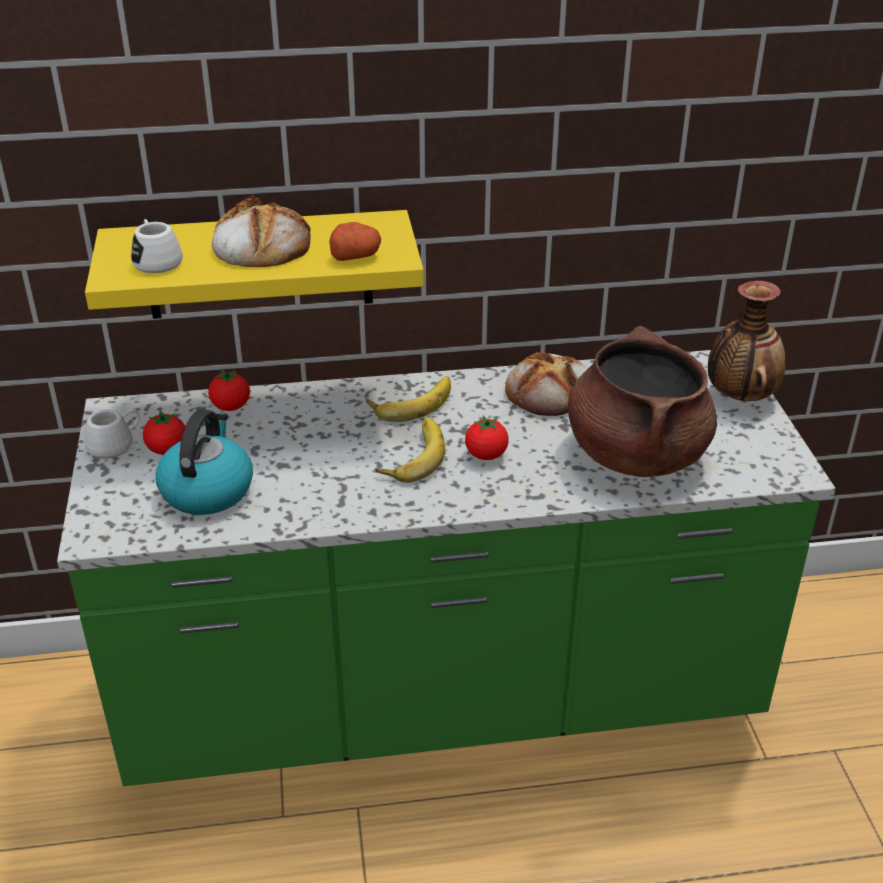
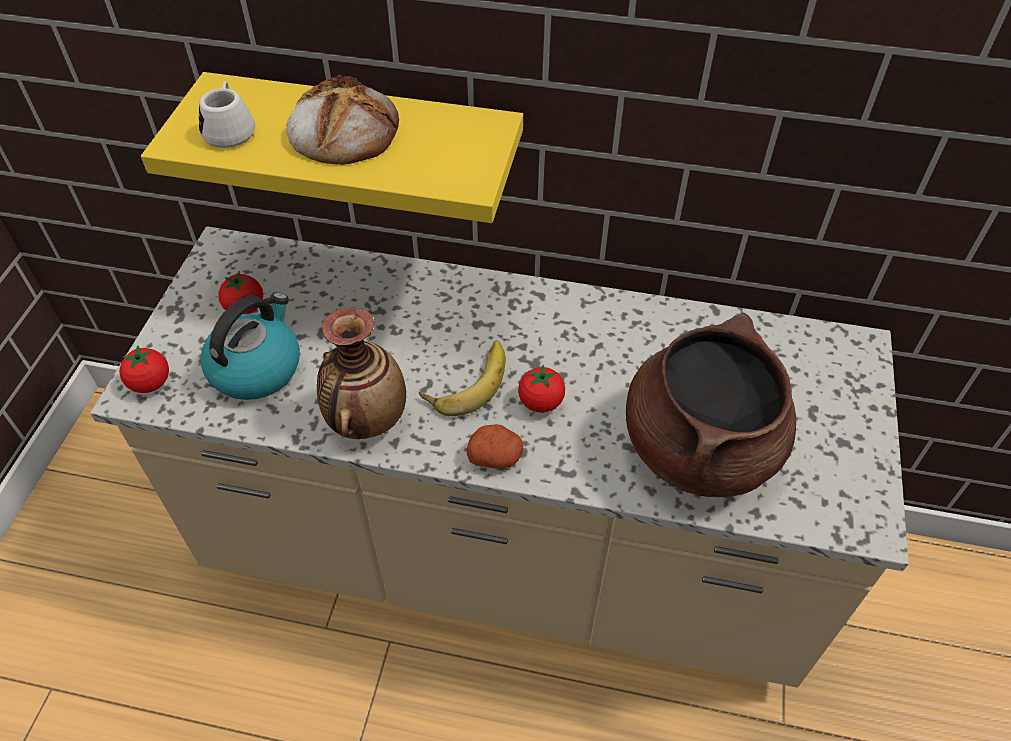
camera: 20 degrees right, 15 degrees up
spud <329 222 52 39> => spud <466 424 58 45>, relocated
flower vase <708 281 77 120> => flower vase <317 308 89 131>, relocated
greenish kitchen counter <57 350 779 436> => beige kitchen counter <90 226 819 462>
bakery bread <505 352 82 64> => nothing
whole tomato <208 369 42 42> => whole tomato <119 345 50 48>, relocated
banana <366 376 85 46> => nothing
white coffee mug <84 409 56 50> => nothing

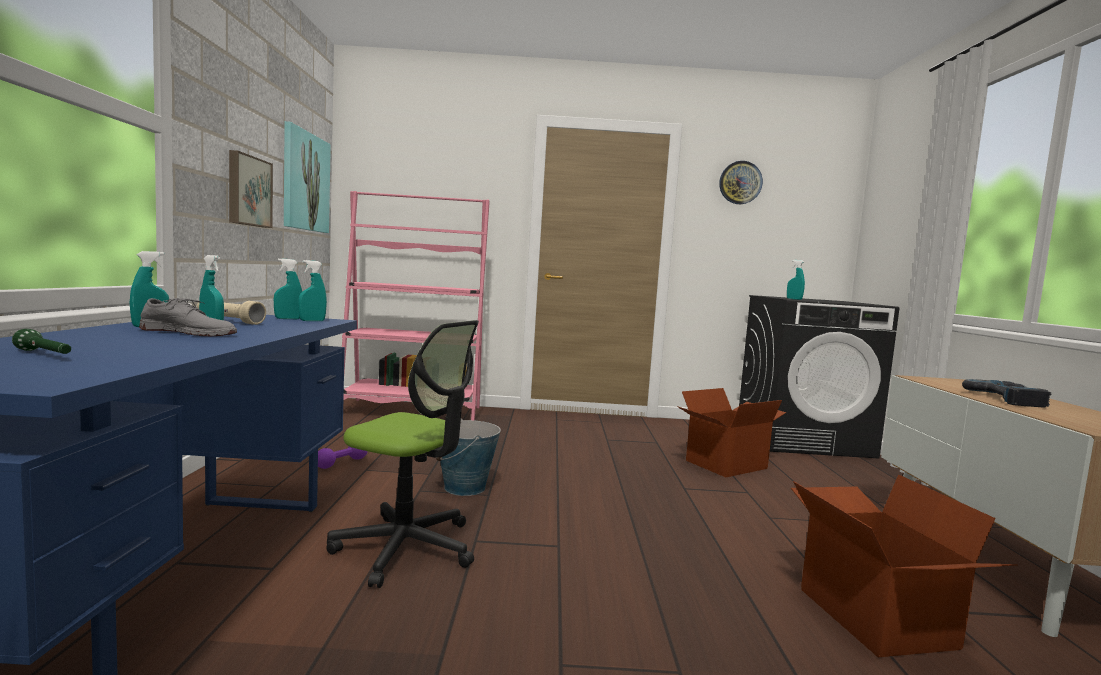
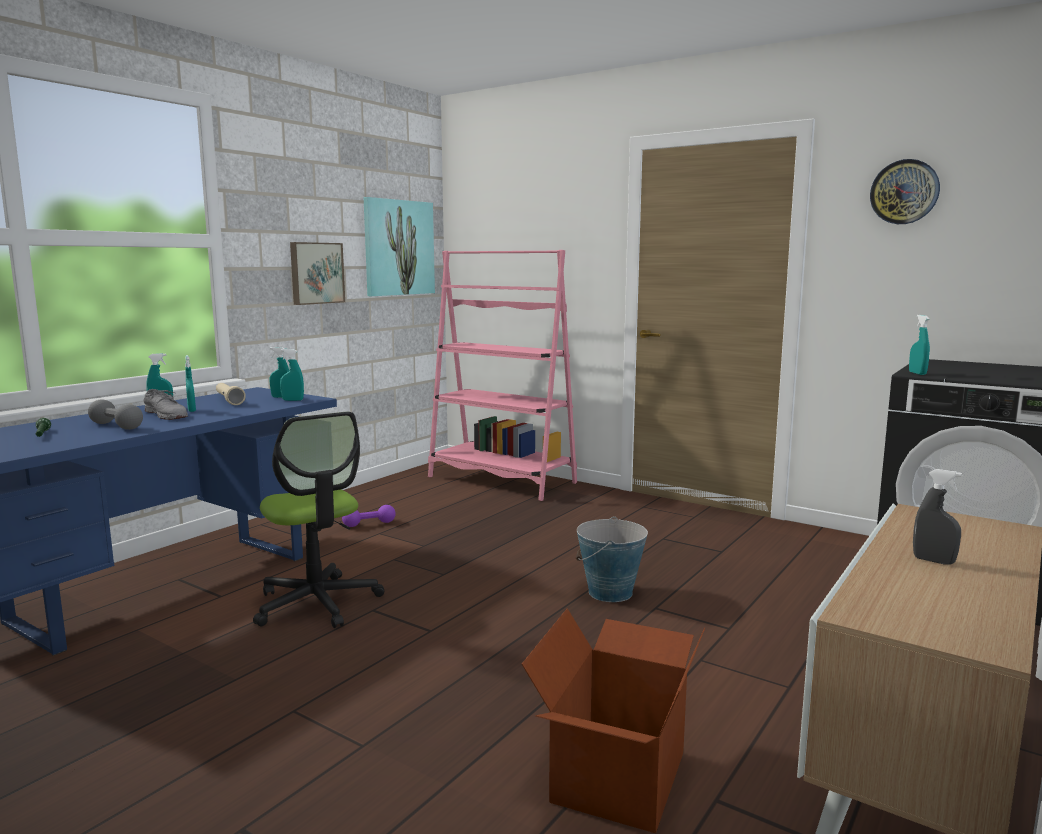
camera: 35 degrees right, 5 degrees up
power drill <962 379 90 29> => greyish sprayer <913 469 49 96>
cardboard box <677 388 109 89> => nothing
pail <435 419 66 77> => pail <576 516 72 86>, relocated
nothing => greyish dumbbell <88 400 55 30>

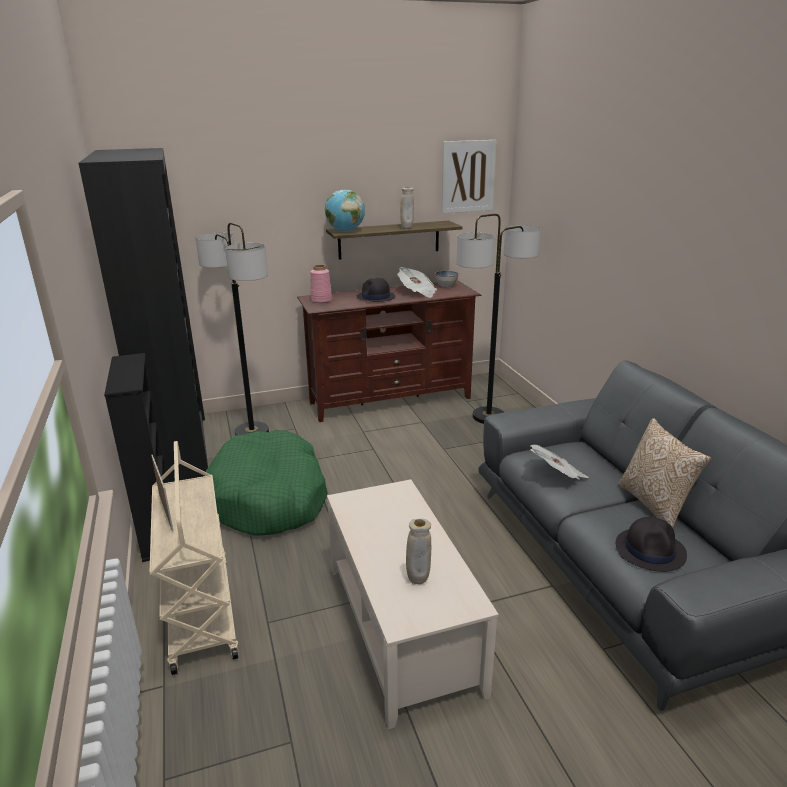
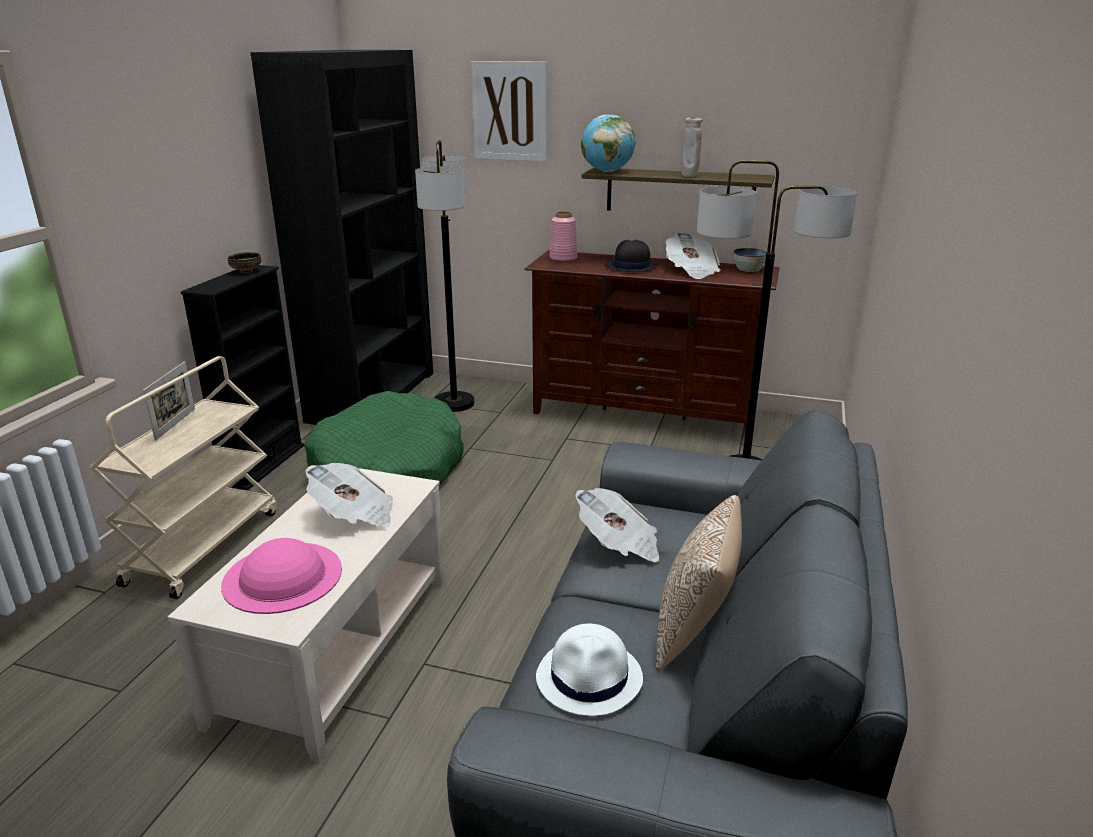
camera: 35 degrees right, 0 degrees up
picture <441 140 56 74> => picture <471 61 76 101>, relocated
black-coloured hat <616 517 71 55> => white hat <536 623 107 93>
beige flower vase <406 519 25 65> => pink-coloured hat <221 538 121 76>
nothing => serving bowl <227 252 34 21>
nothing => daily paper <306 463 87 65>

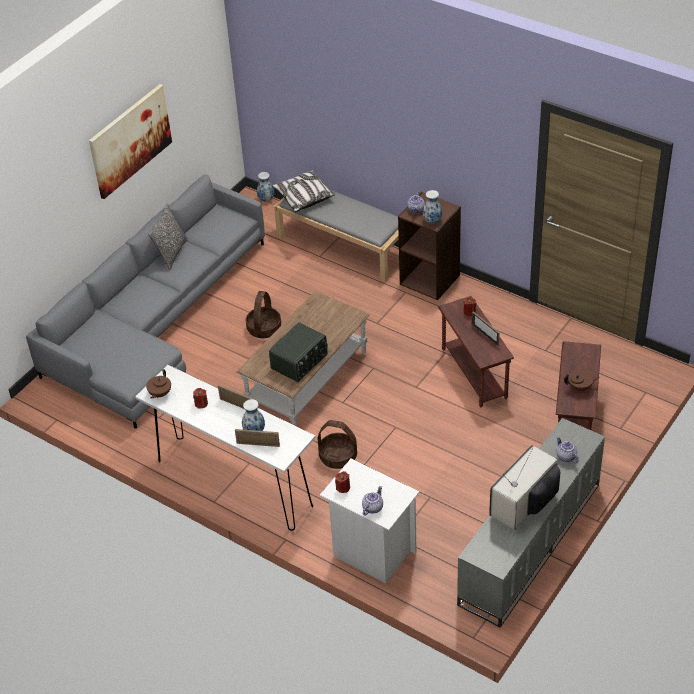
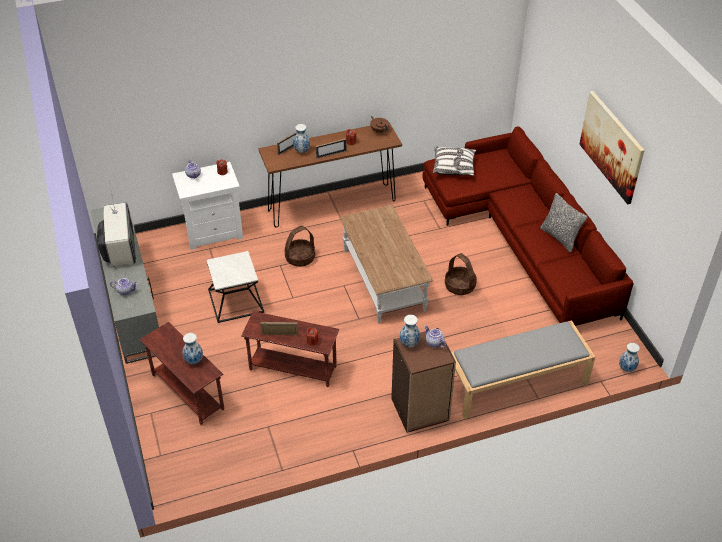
camera: 125 degrees right, 0 degrees up
throw pillow <272 170 64 42> => throw pillow <433 147 43 29>, relocated
greyish settee <26 175 239 254> => red settee <422 127 211 199>
radio set <269 322 59 60> => nothing
white narrow table <135 365 181 166> => brown-coloured narrow table <258 122 144 106>
brown-coloured pot for tea <564 370 36 22> => nothing
nothing => side table <207 251 57 72>
nothing => flower vase <182 333 21 31>

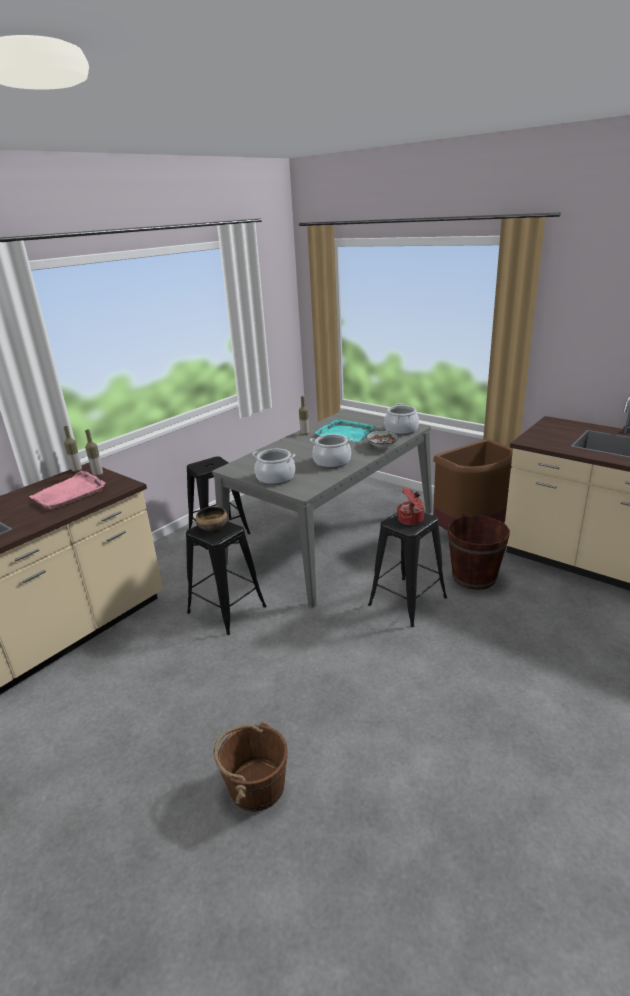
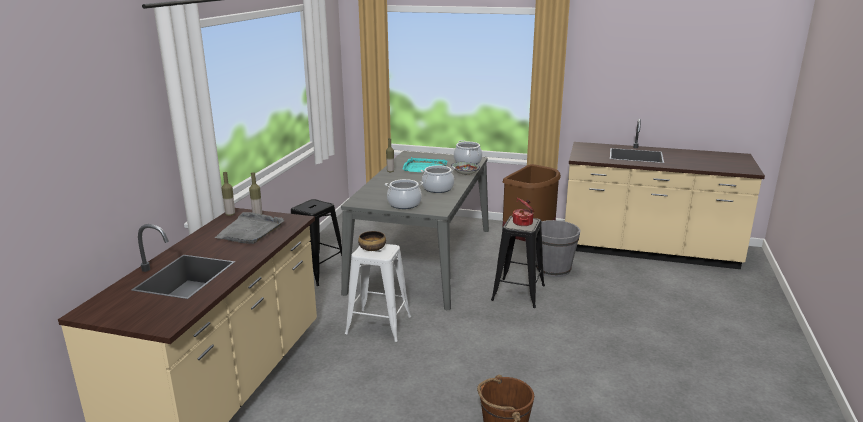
camera: 25 degrees left, 5 degrees down
pink-coloured serving tray <29 471 77 39> => greyish serving tray <214 212 70 32>
brown-coloured pail <447 514 63 76> => greyish pail <536 220 44 57>
black-coloured stool <186 521 81 114> => white stool <345 244 66 98>

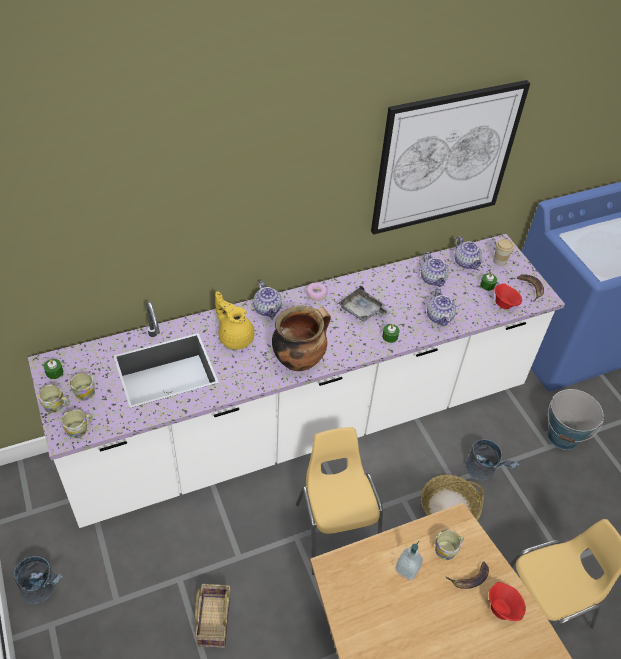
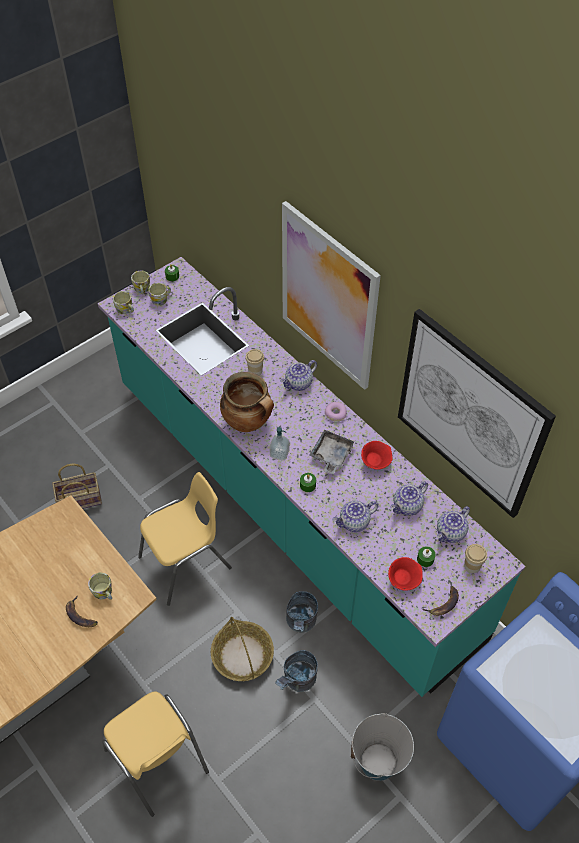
camera: 75 degrees right, 5 degrees up
white kitchen counter <28 234 537 294> => turquoise kitchen counter <98 257 428 440>
yellow-coloured pot for tea <215 291 39 58> => cup <245 349 19 26>
liquid soap bottle <395 541 28 39> => liquid soap bottle <269 427 21 34>, relocated
greyish pail <14 556 49 48> => greyish pail <286 591 32 41>, relocated
red serving bowl <489 582 37 39> => red serving bowl <361 441 31 29>, relocated
nothing => picture <282 201 99 189>

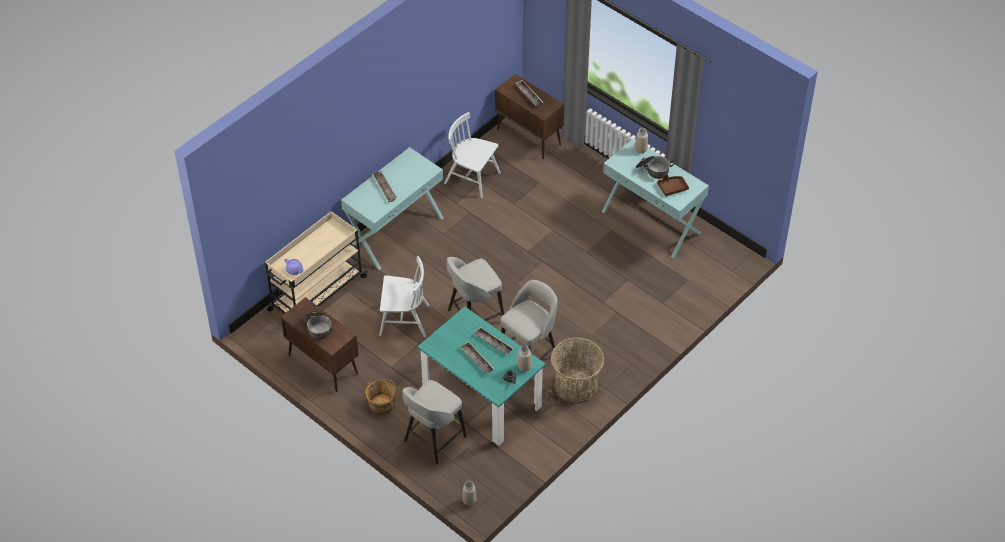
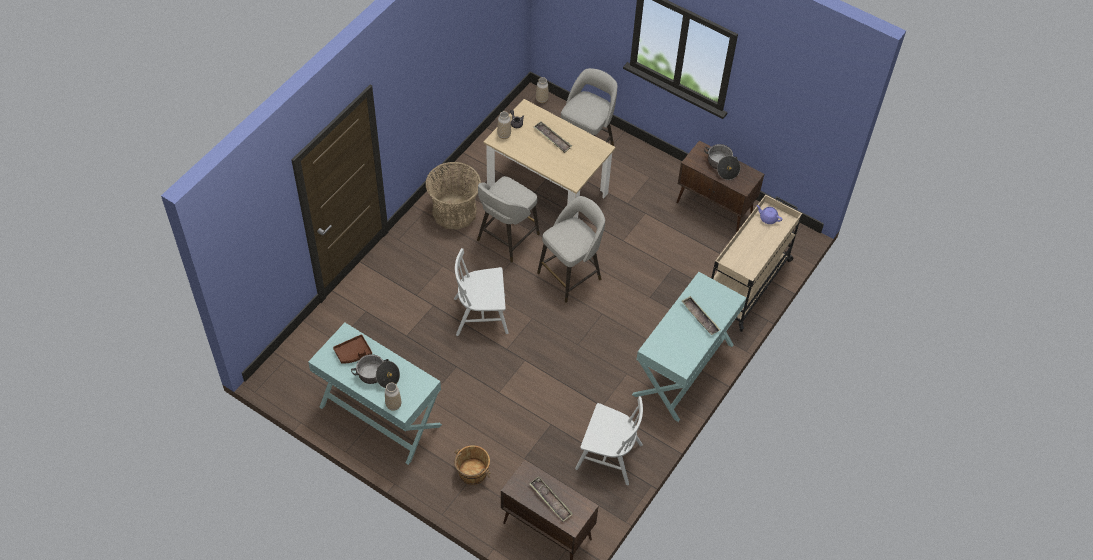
camera: 170 degrees right, 5 degrees up
white chair <379 256 51 81> => white chair <454 248 54 88>, relocated
turquoise kitchen table <417 306 129 140> => beige kitchen table <483 99 133 119>
serving tray <474 327 40 27> => nothing
brown-coloured pail <366 379 30 36> => brown-coloured pail <455 445 36 40>, relocated

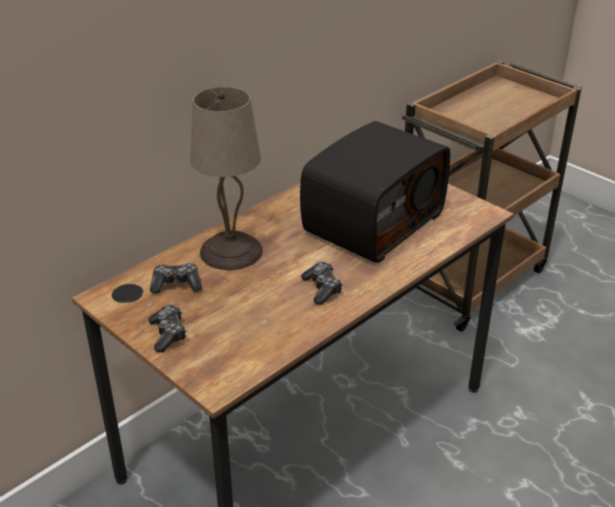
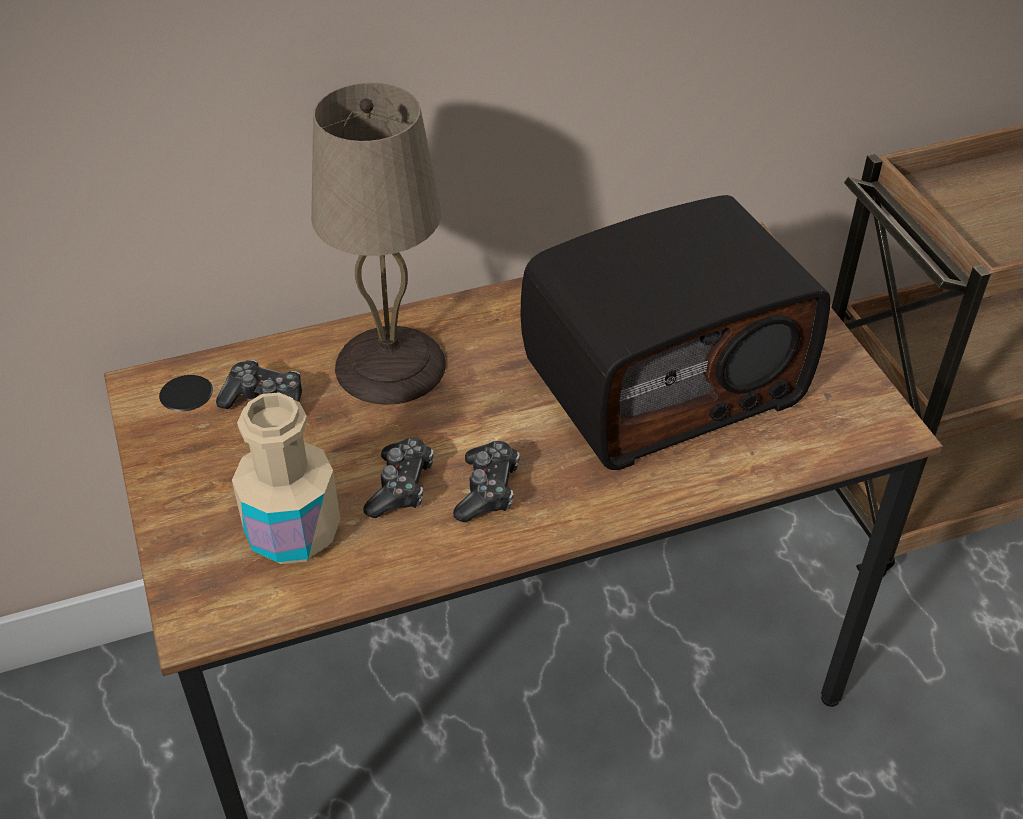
camera: 25 degrees right, 10 degrees up
game controller <149 305 38 47> => game controller <364 438 69 80>, relocated
nothing => beige drink bottle <232 392 108 172>

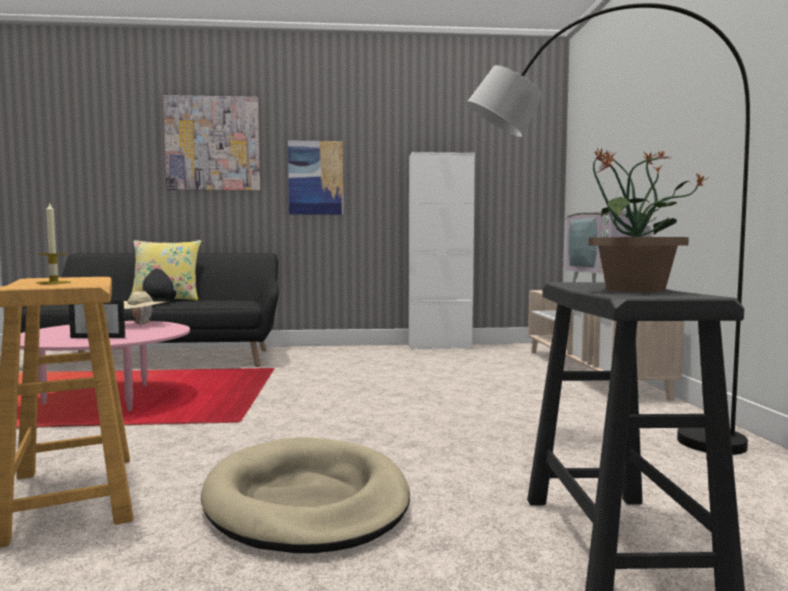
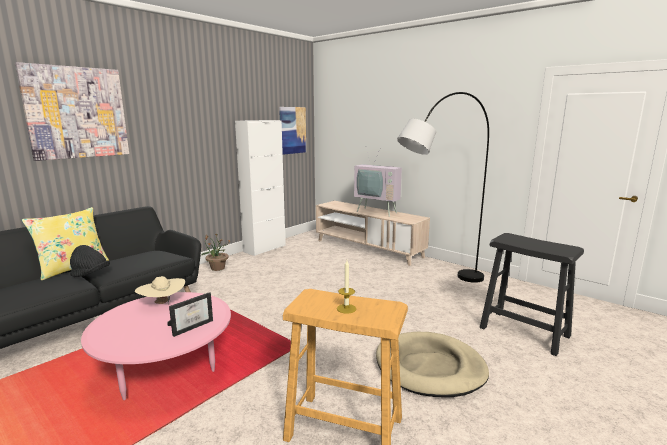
camera: 45 degrees left, 10 degrees up
picture <288 141 55 74> => picture <279 107 27 48>, relocated
houseplant <567 148 142 145> => houseplant <201 234 29 37>, relocated

